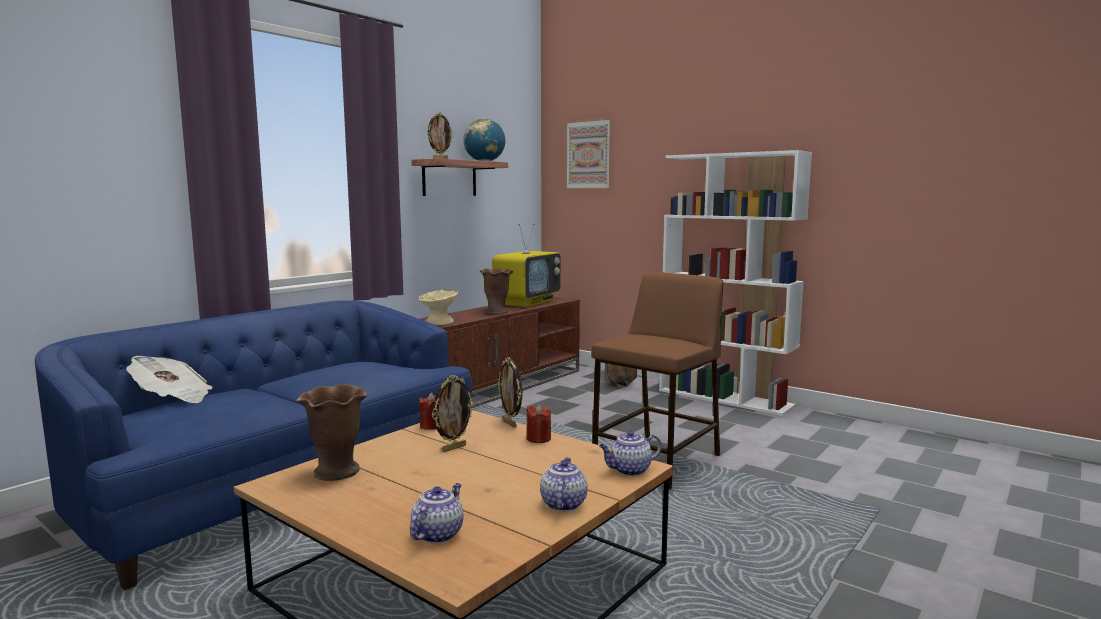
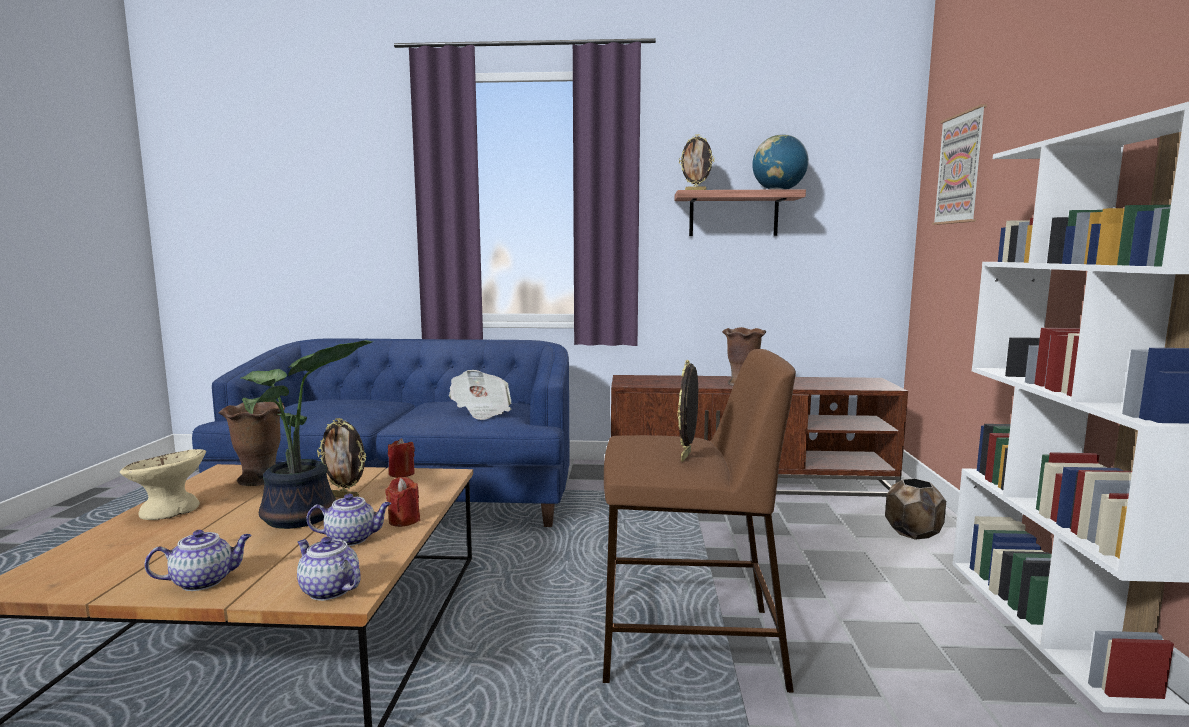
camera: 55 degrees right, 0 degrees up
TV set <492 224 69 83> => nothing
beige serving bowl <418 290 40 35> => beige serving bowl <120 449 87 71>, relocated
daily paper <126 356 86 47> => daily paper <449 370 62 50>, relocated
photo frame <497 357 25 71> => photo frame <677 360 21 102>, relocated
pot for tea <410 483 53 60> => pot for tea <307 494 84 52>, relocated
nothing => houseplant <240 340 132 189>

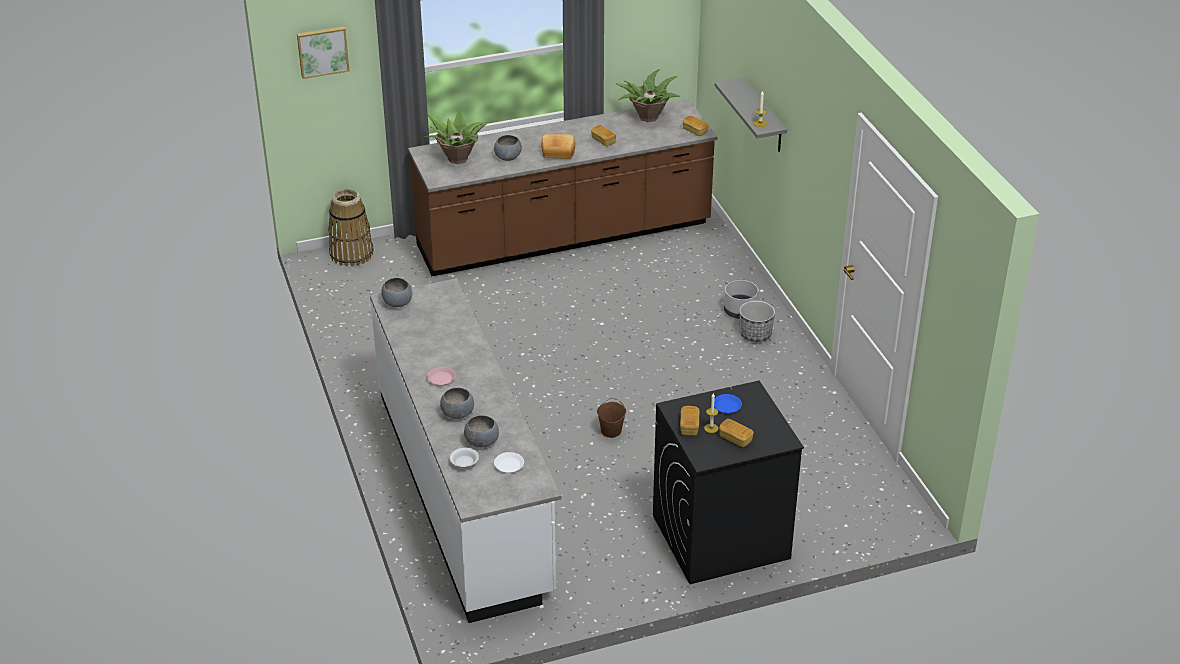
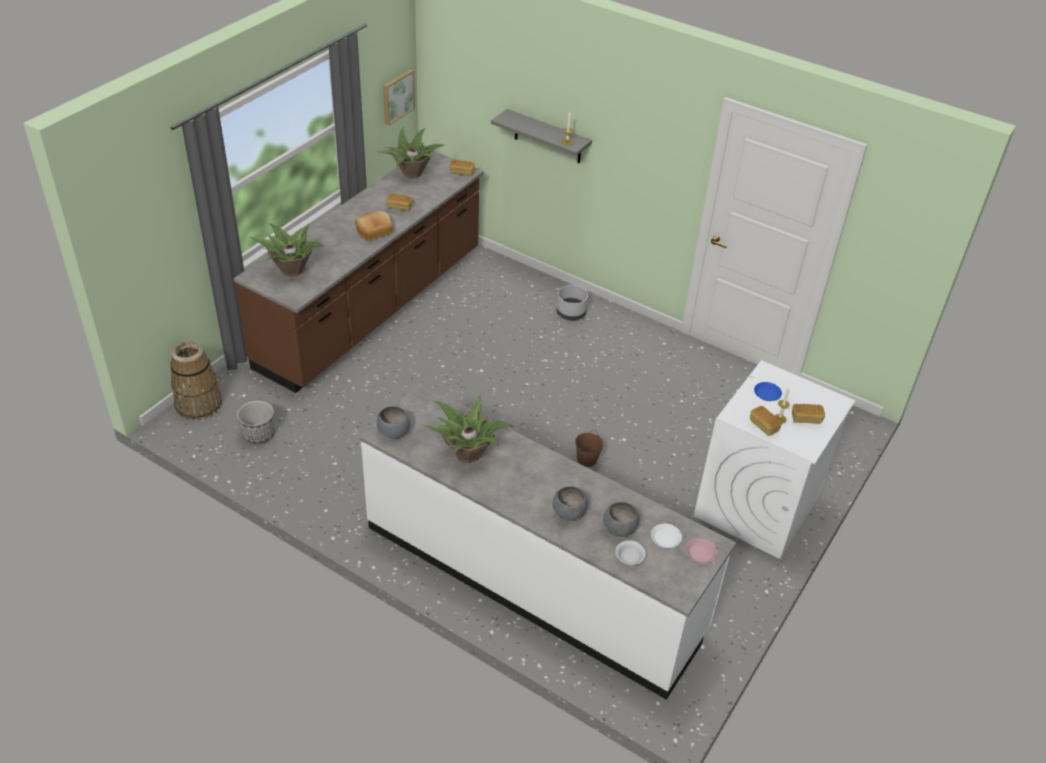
camera: 40 degrees left, 5 degrees up
picture <297 26 53 53> => picture <383 69 32 57>, relocated
greyish serving bowl <494 135 28 26> => nothing
flower pot <739 300 36 42> => flower pot <237 401 38 43>, relocated
pink-coloured flat dish <427 367 29 19> => pink-coloured flat dish <686 538 32 25>, relocated
black-coloured laundry appliance <653 381 151 203> => white laundry appliance <694 361 162 198>
nothing => houseplant <423 395 91 69>

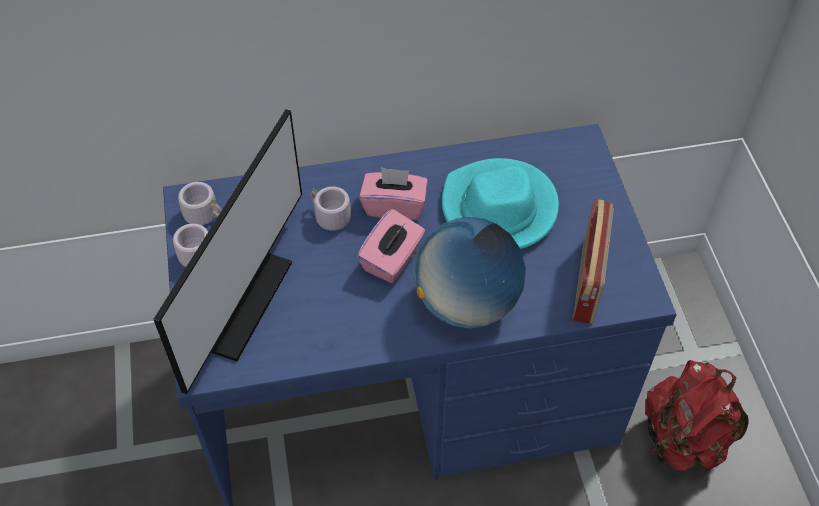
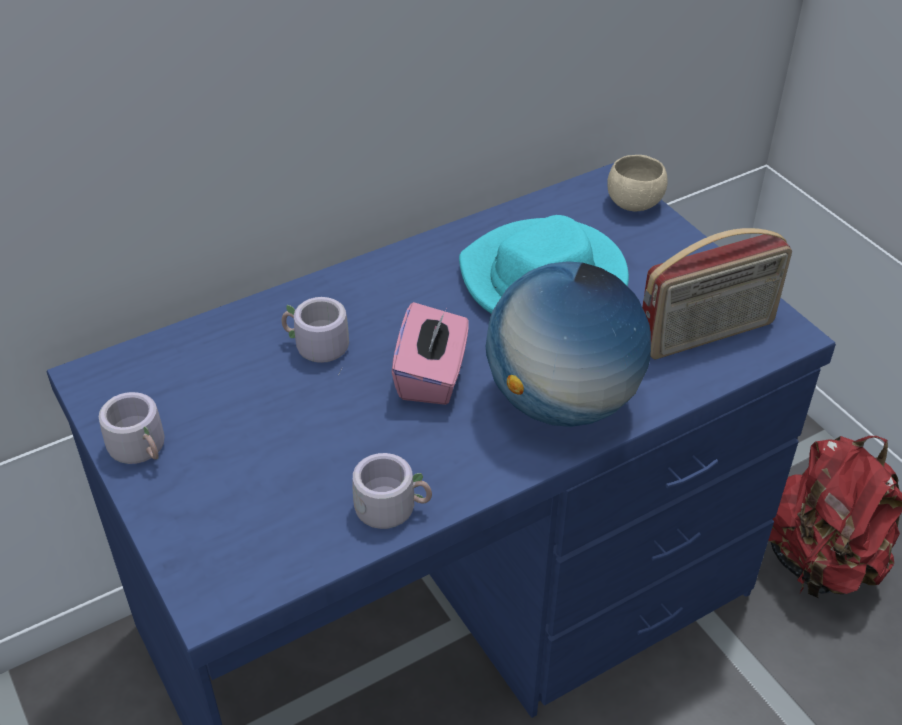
camera: 20 degrees left, 10 degrees down
computer screen <153 109 149 286> => nothing
pink-coloured tissue holder <359 167 69 53> => nothing
greyish coffee mug <178 182 44 43> => greyish coffee mug <352 453 80 76>, relocated
radio set <573 199 41 125> => radio set <642 228 150 131>, 75 degrees clockwise
nothing => beige serving bowl <607 155 61 56>

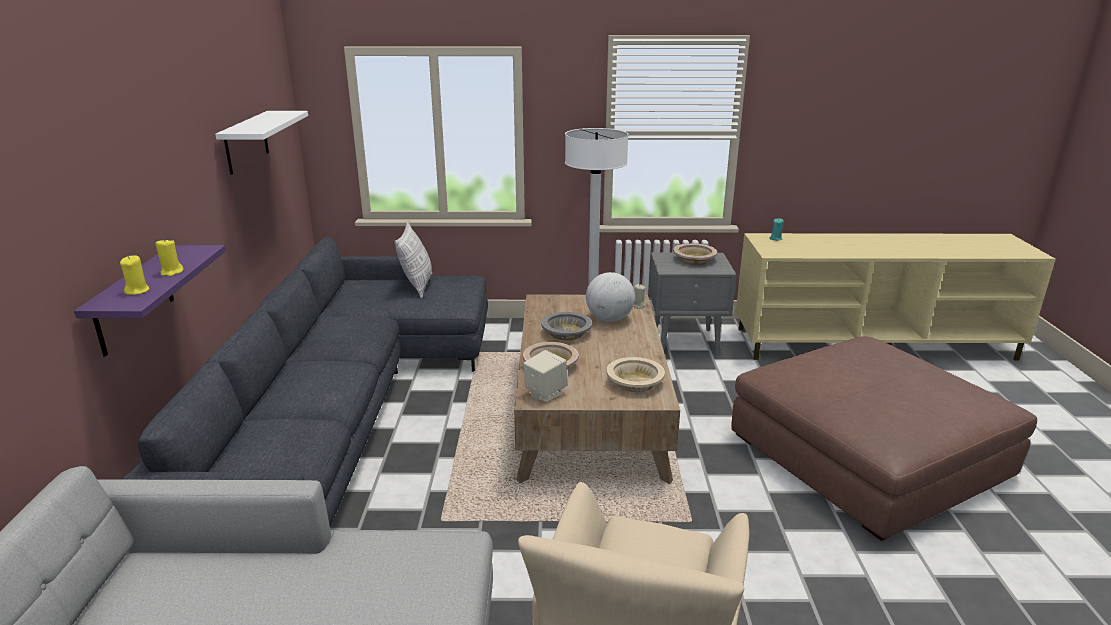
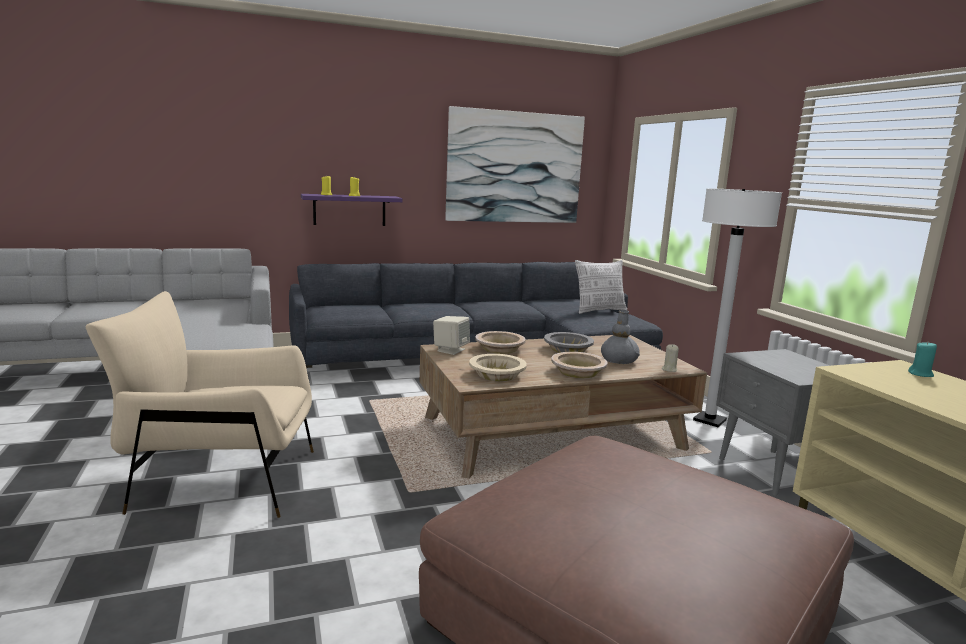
camera: 70 degrees right, 10 degrees down
white bracket shelf <215 111 93 64> => picture <445 106 140 117>
beige serving bowl <673 243 44 22> => beige serving bowl <551 352 57 26>, relocated
desk globe <586 272 49 50> => greyish flower vase <601 310 39 54>

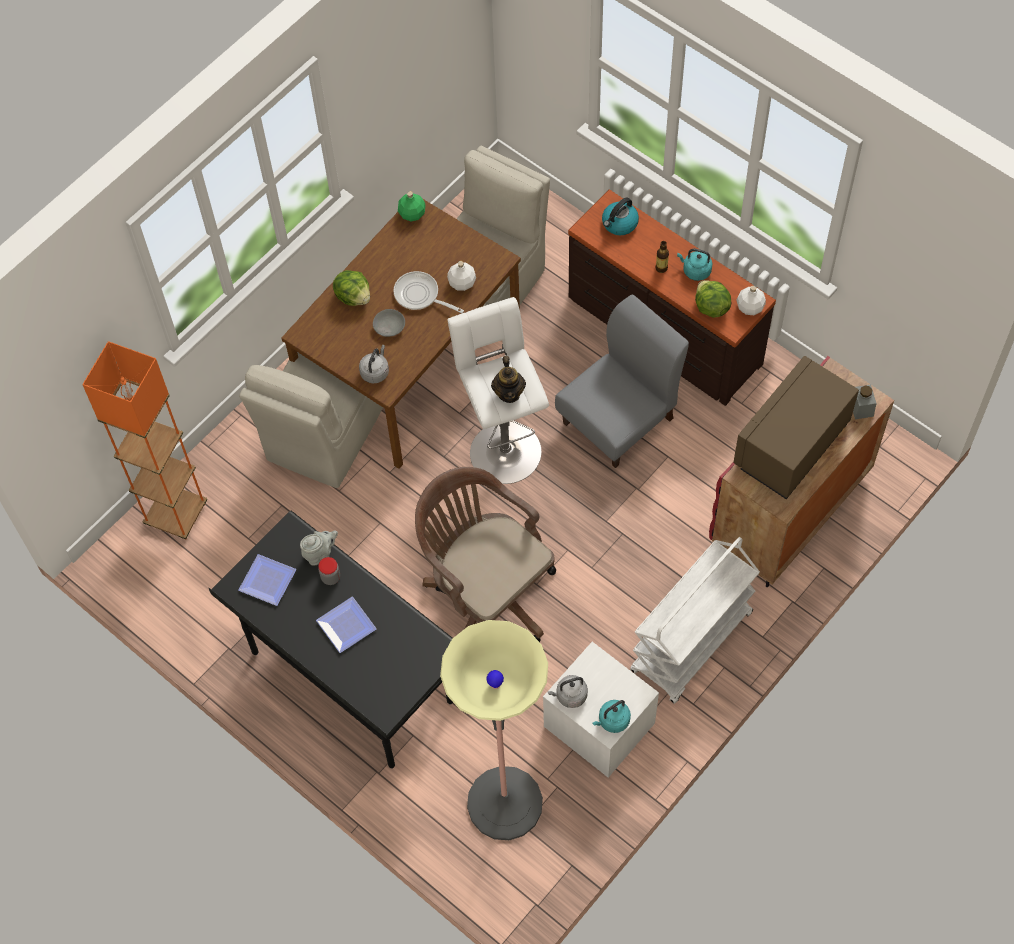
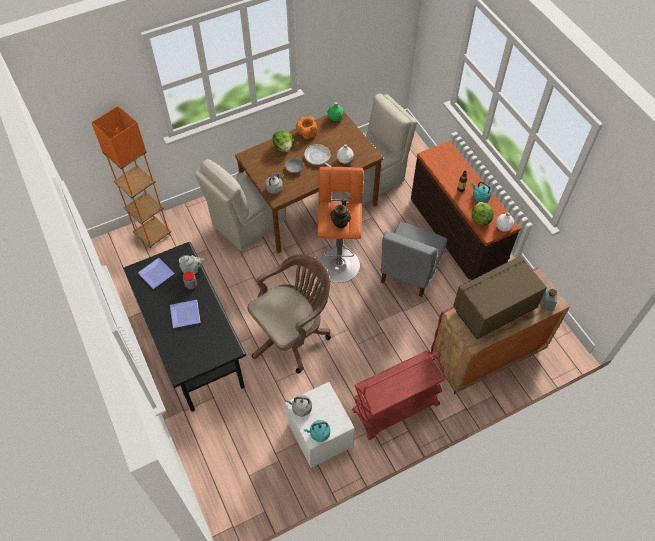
camera: 20 degrees right, 5 degrees down
tea kettle <602 197 37 38> => nothing
greyish chair <555 295 134 173> => greyish chair <381 222 66 75>, 135 degrees clockwise
white stool <447 297 102 187> => orangey stool <317 167 46 116>
brown-coloured office chair <415 467 141 175> => brown-coloured office chair <247 254 84 120>, 75 degrees clockwise
white trolley <630 537 130 167> => red trolley <352 350 94 90>
floor lamp <440 620 108 220> => nothing
nothing => orangey serving bowl <296 116 21 23>

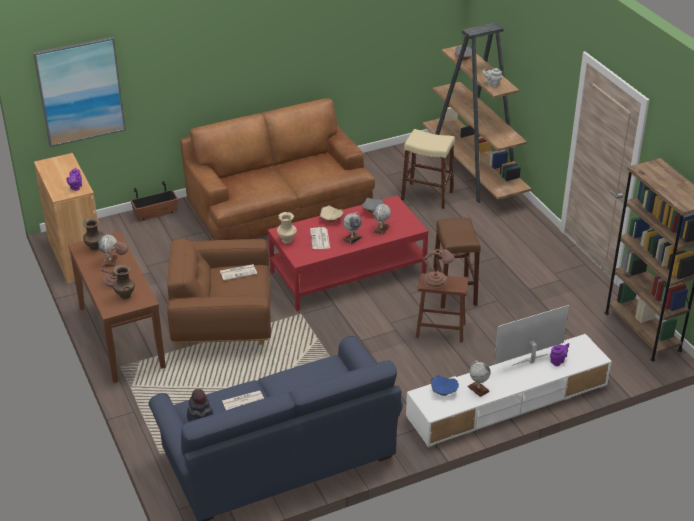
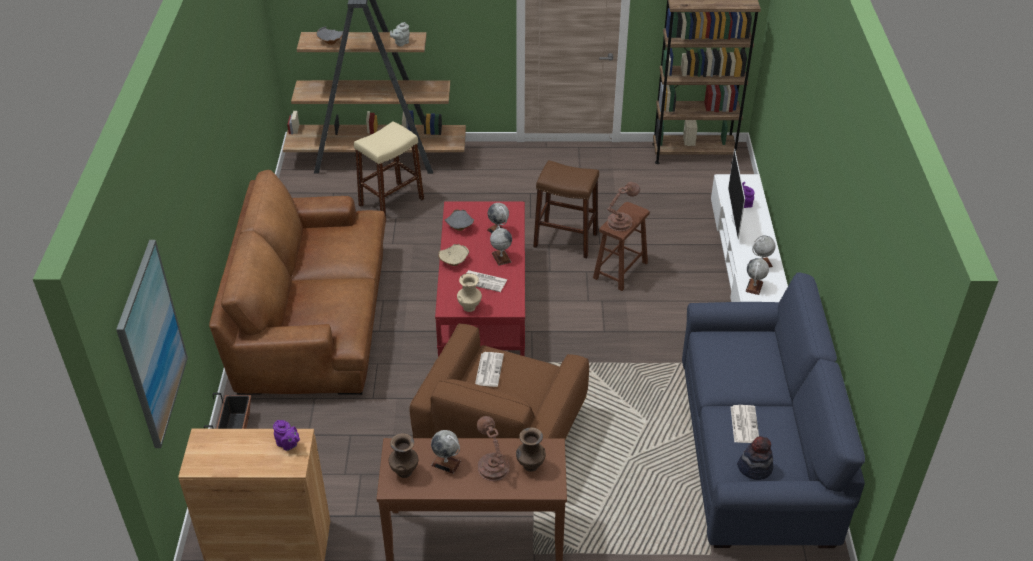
camera: 65 degrees left, 5 degrees up
blue serving bowl <430 375 29 21> => desk globe <745 258 24 37>

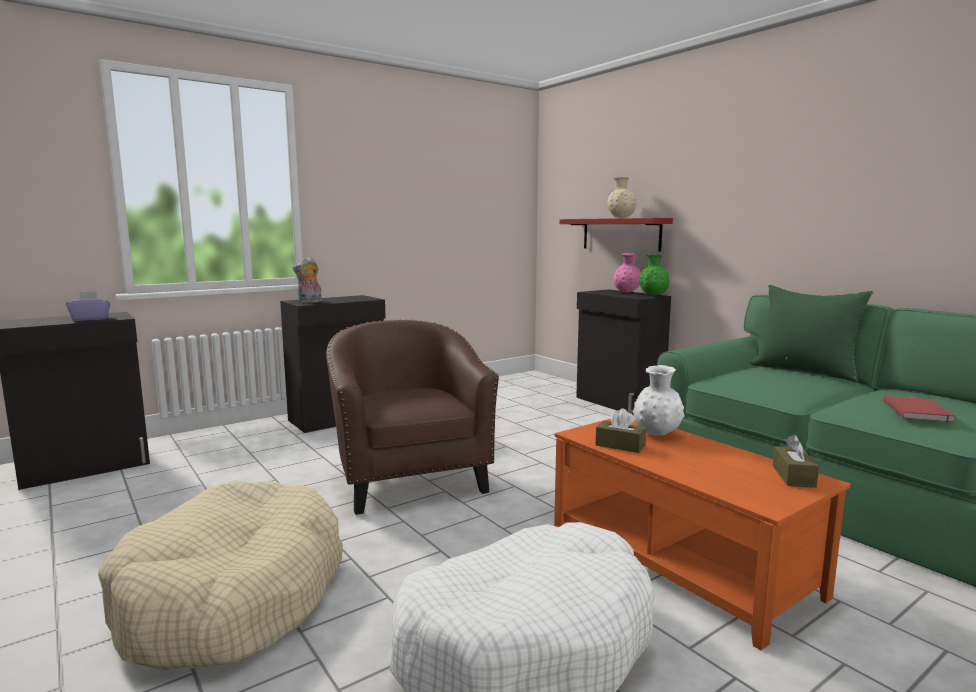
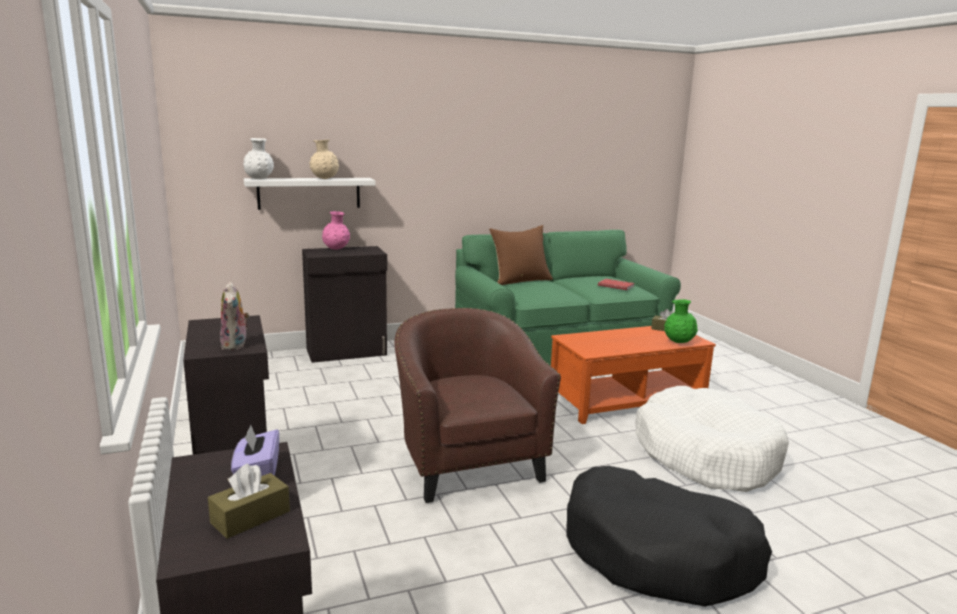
camera: 75 degrees left, 5 degrees up
red bracket shelf <560 218 113 33> => white bracket shelf <244 178 132 32>
greenish flower vase <639 254 31 42> => greenish flower vase <664 299 34 44>, relocated
greenish throw pillow <750 285 123 97> => brown-coloured throw pillow <489 225 64 60>
brown-coloured lounge chair <326 320 173 195> => brown-coloured lounge chair <394 308 167 195>, 75 degrees clockwise
white flower vase <633 365 52 70> => white flower vase <243 138 31 41>, relocated
brown-coloured tissue holder <595 408 51 45> => brown-coloured tissue holder <208 463 82 76>, relocated
beige pet bed <98 481 245 189> => black-coloured pet bed <567 466 205 141>

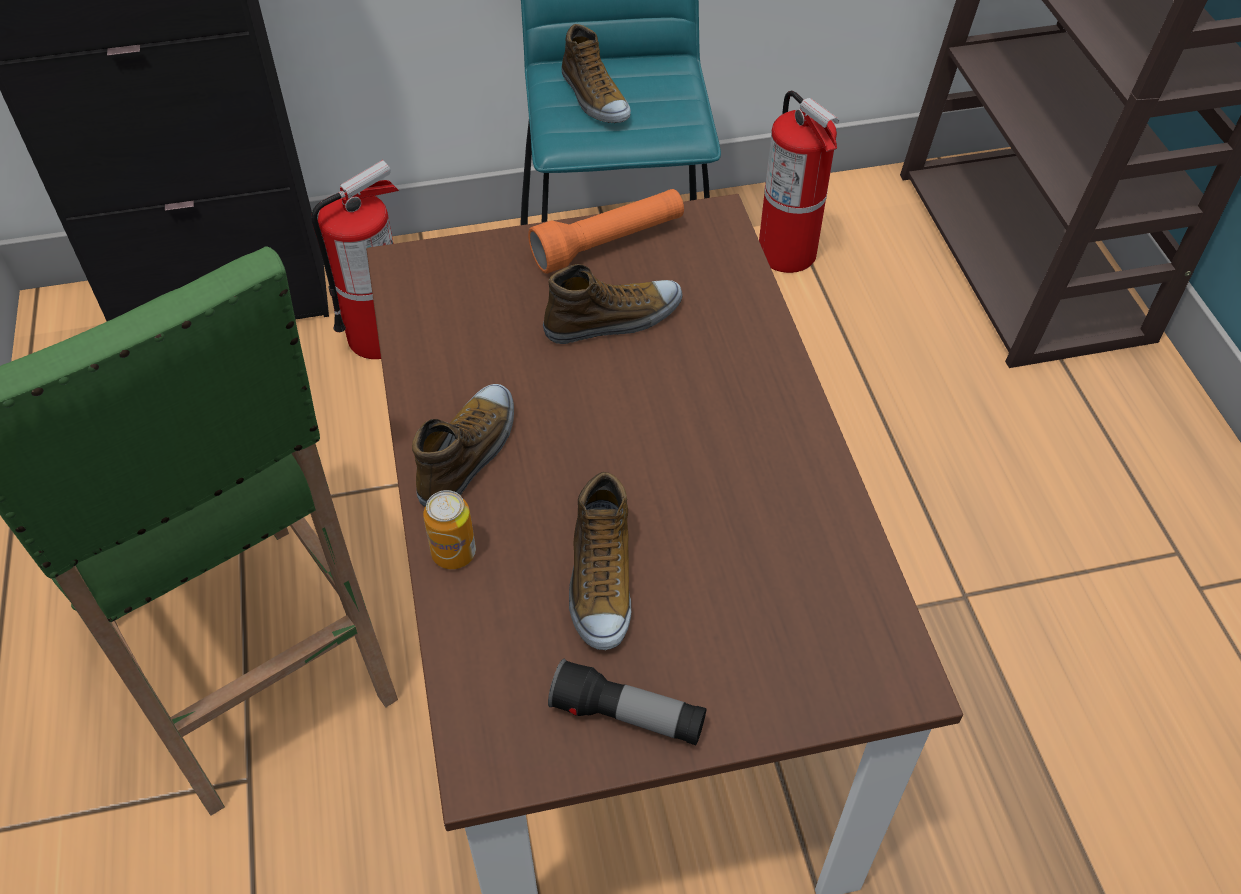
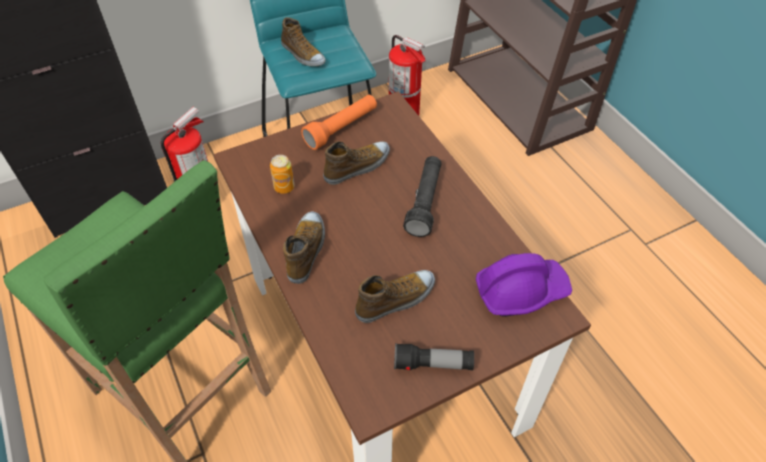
camera: 15 degrees left, 0 degrees up
shoe <569 472 62 178> => shoe <355 270 80 53>, 105 degrees counterclockwise
can <423 490 53 79> => can <270 155 25 39>, relocated
nothing => black-coloured torch <403 156 38 81>
nothing => purple hard hat <476 253 96 64>

